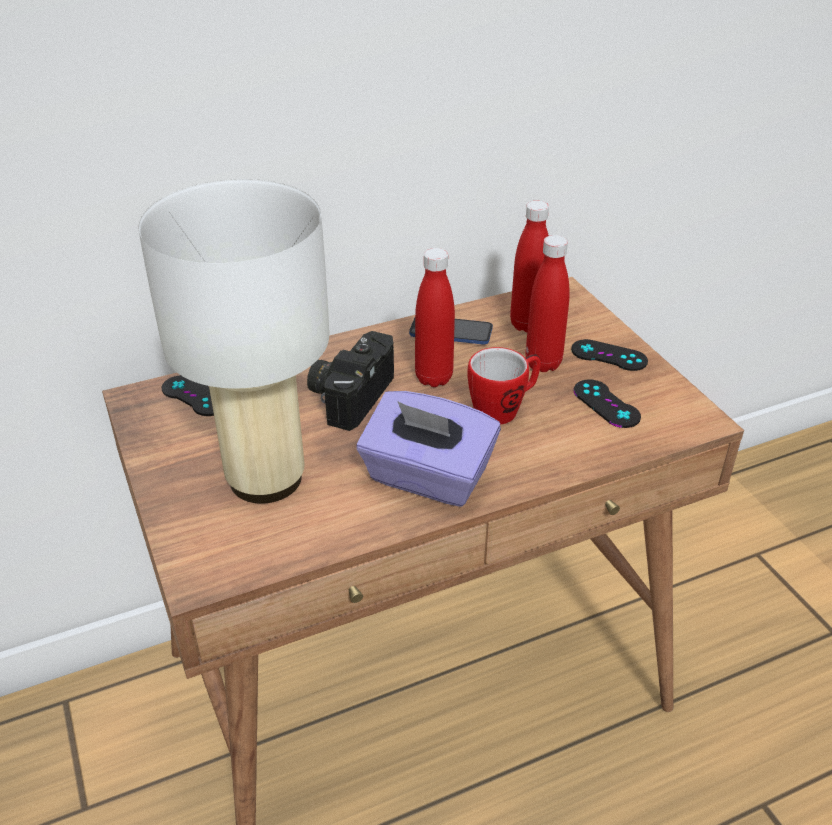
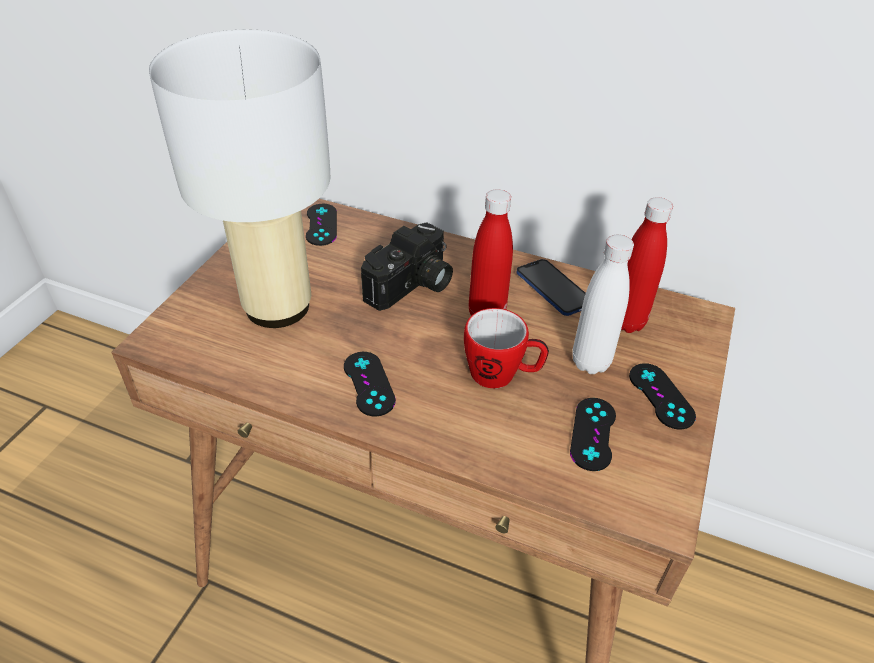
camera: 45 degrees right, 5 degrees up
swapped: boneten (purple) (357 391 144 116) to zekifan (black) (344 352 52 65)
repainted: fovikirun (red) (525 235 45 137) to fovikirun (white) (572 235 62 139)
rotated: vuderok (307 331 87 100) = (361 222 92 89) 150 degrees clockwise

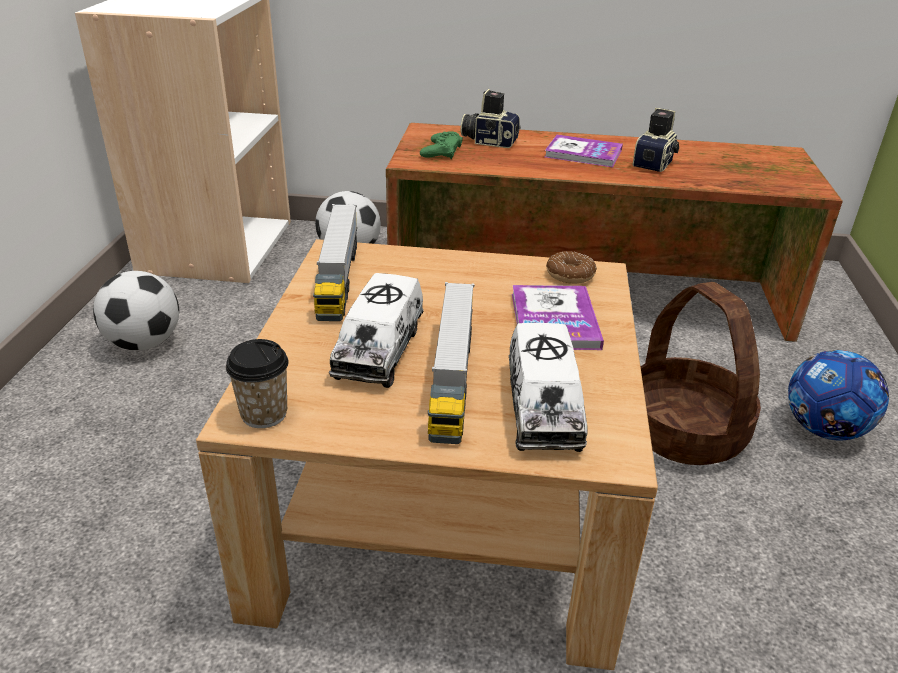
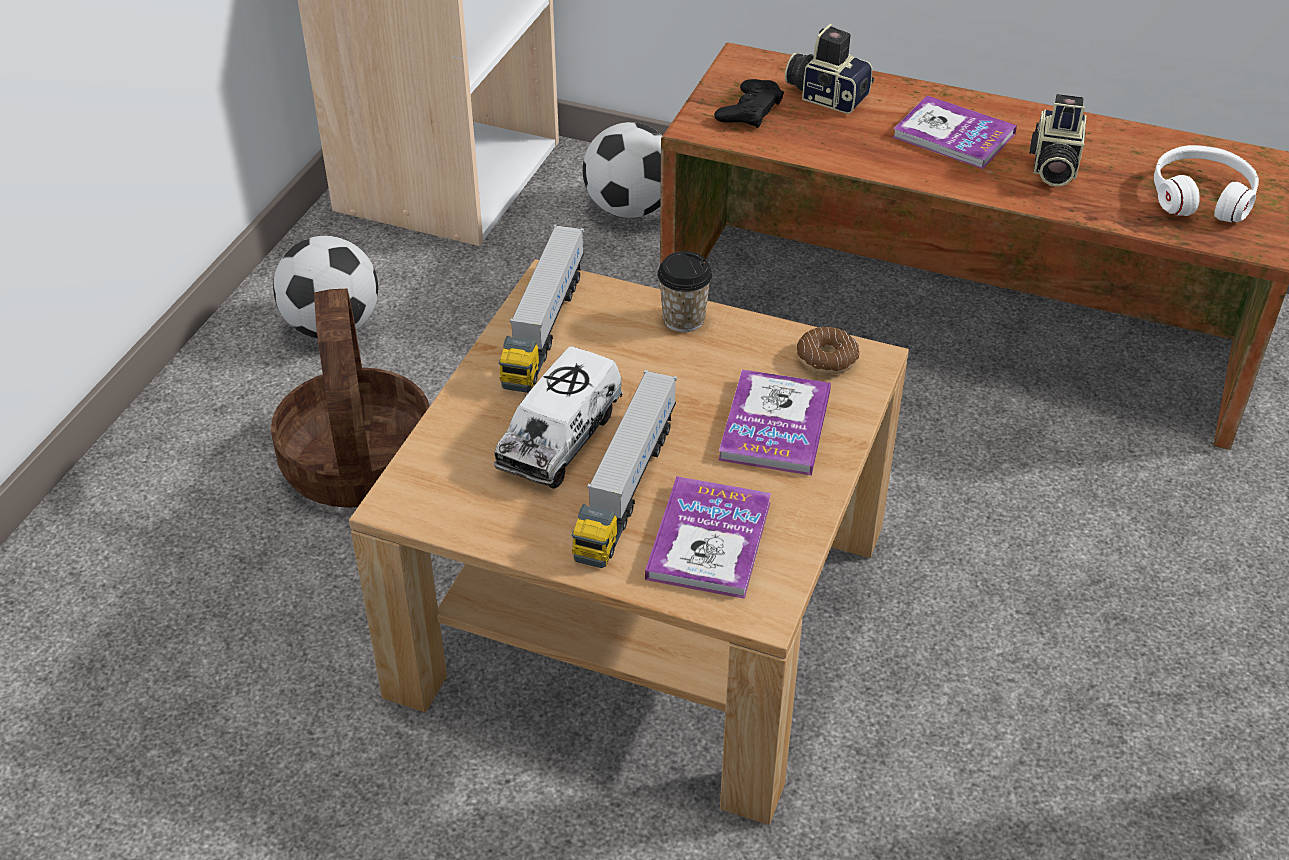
camera: 15 degrees right, 10 degrees up
gone: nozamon (788 350 101 90)
new: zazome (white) (1154 145 105 77)
shifted: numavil (640 282 121 183) to (271 289 159 219); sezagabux (226 339 63 89) to (657 251 56 81)
swapped: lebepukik (509 323 79 129) to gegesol (645 476 126 123)
repainted: zekifan (green) (420 131 43 28) to zekifan (black) (714 79 70 49)
rotated: vuderok (632 108 47 64) = (1029 94 58 93) 150 degrees clockwise

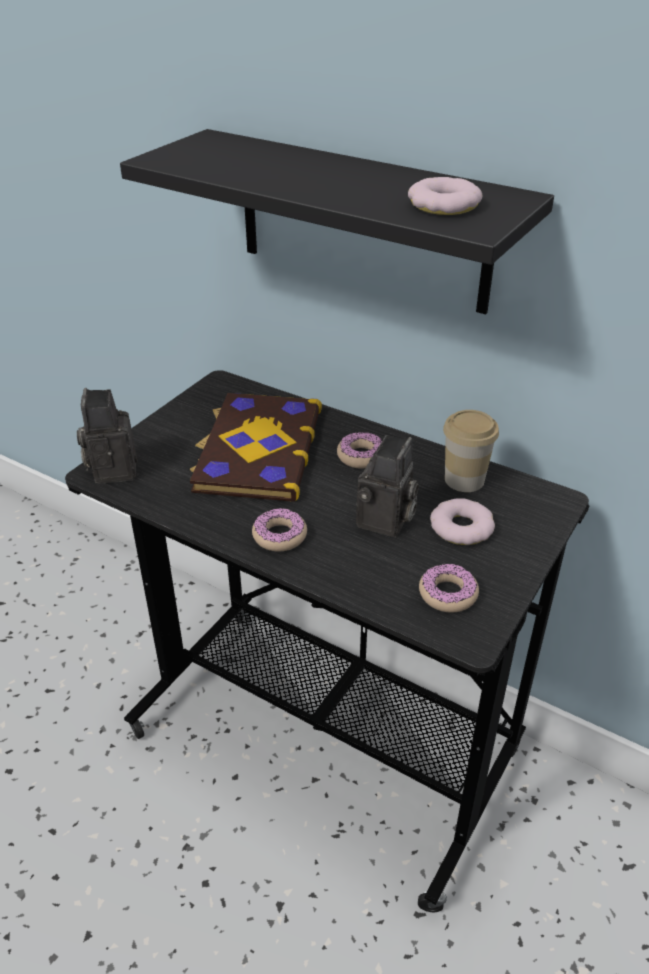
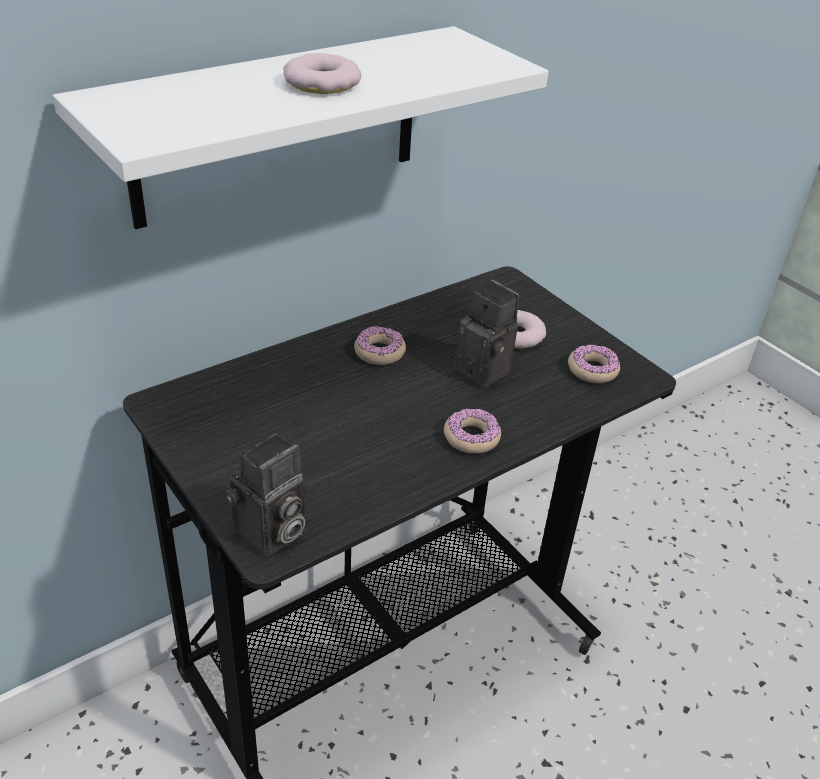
camera: 70 degrees left, 0 degrees up
gone: gegesol (190 393 132 109); sezagabux (443 410 56 82)
shifted: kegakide (408 177 74 38) to (283 53 78 41)
repainted: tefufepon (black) (120 129 434 185) to tefufepon (white) (53 26 496 203)
rotated: vuderok (77 388 60 96) = (225 434 81 122) 60 degrees counterclockwise

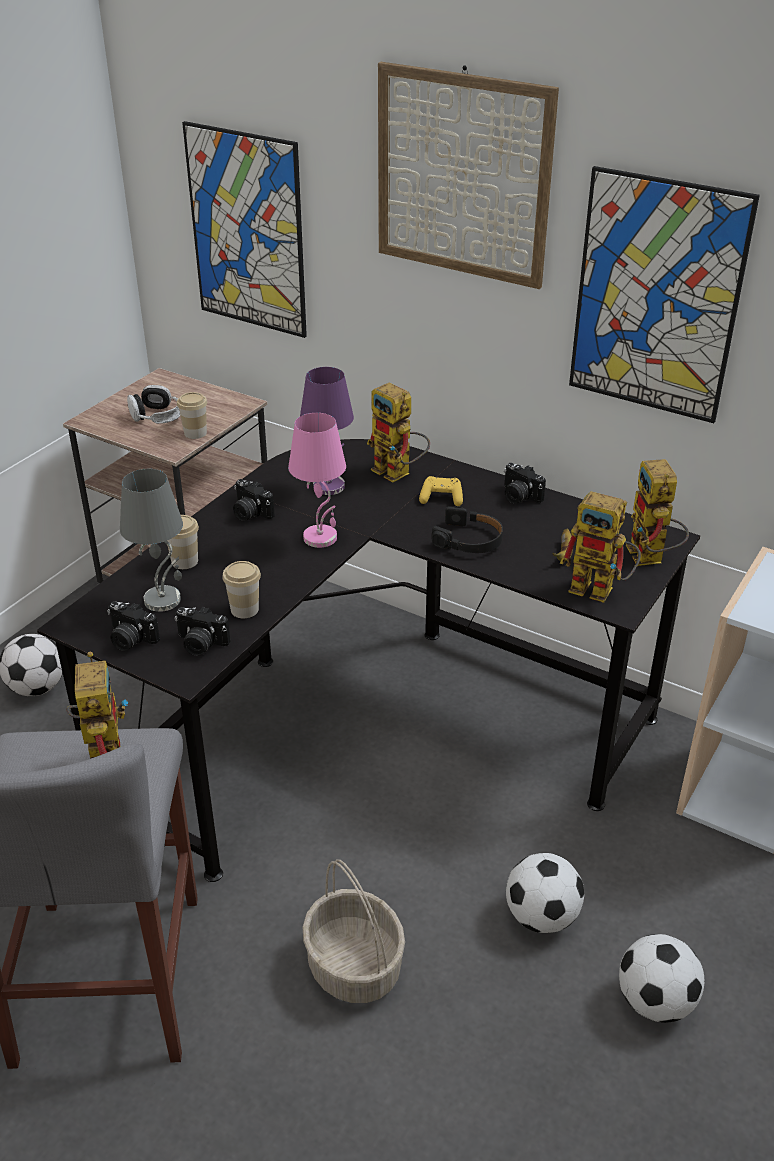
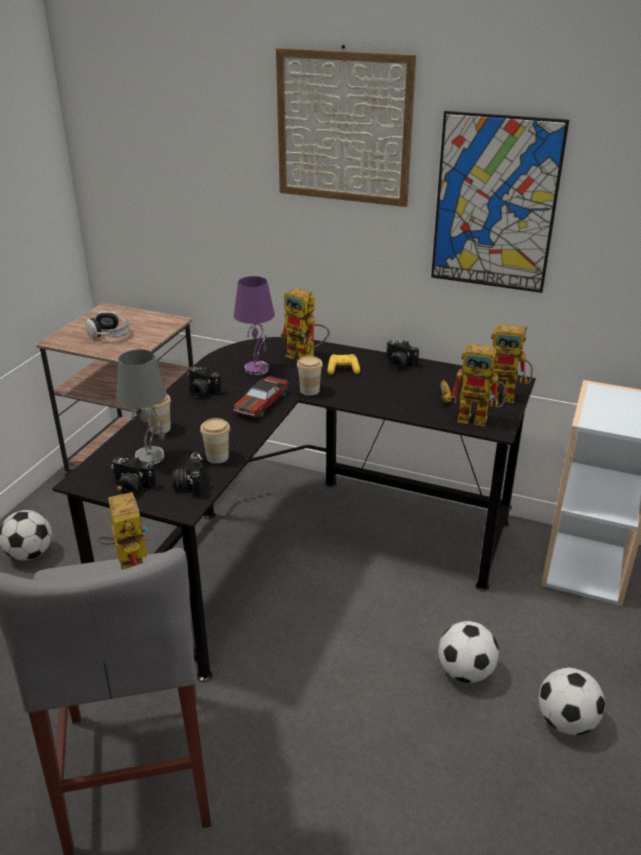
camera: 10 degrees left, 5 degrees down
gone: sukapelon (182 121 125 217); zazome (black) (432 506 71 47); numavil (302 859 103 144)
shifted: sezagabux (177 392 30 47) to (297 356 26 40)
swapped: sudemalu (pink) (288 413 58 135) to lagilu (233 376 56 41)
rotated: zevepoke (626 459 63 107) = (489 324 44 79) 60 degrees counterclockwise; vuderok (174 607 57 49) = (173 452 30 45) 75 degrees clockwise

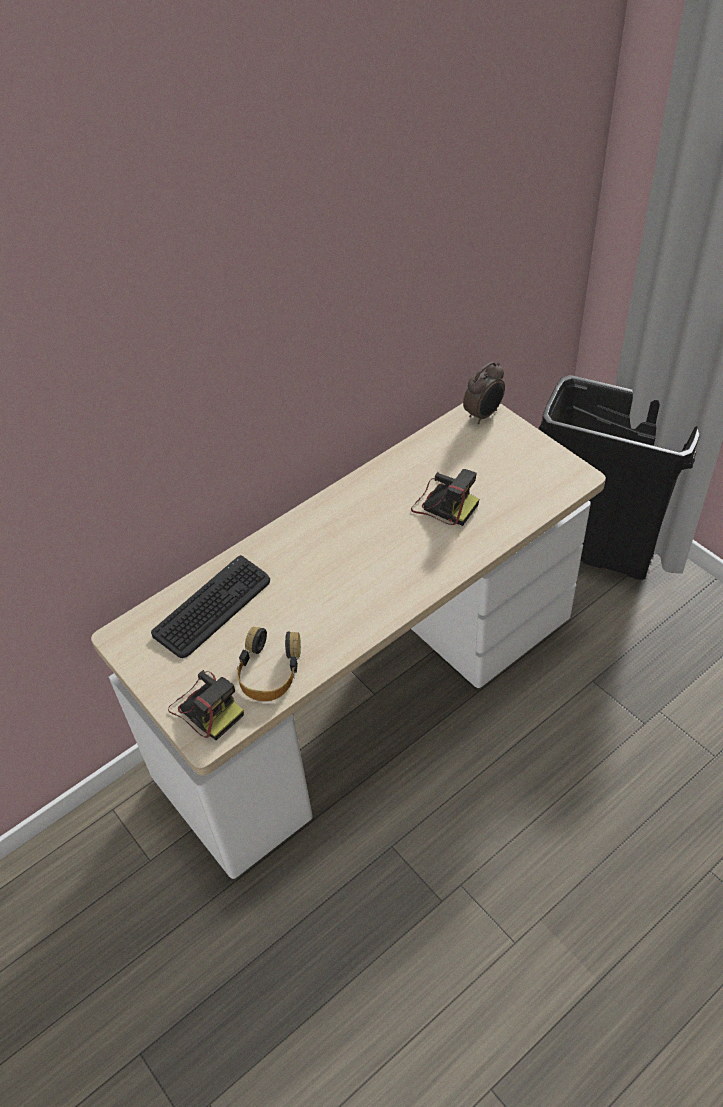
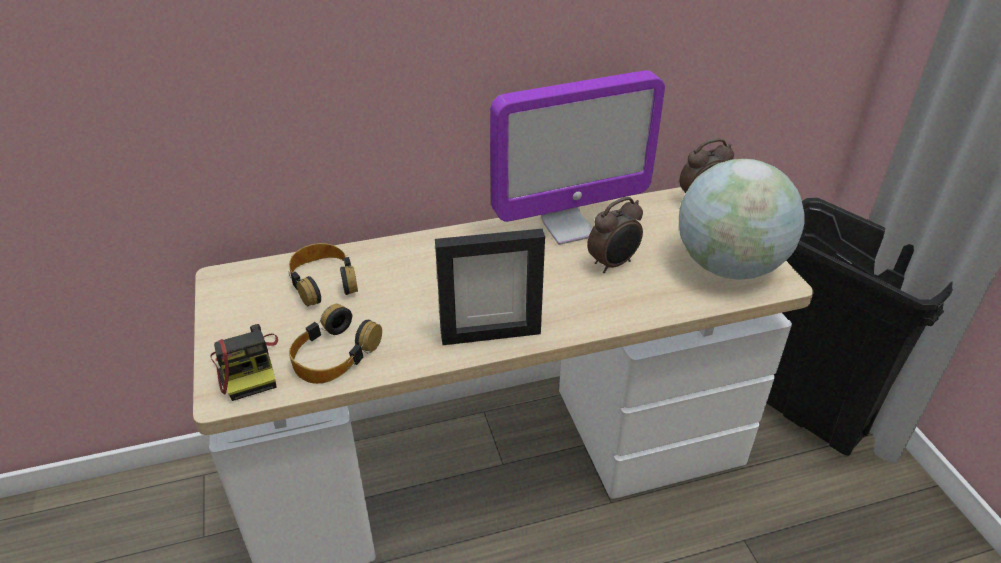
camera: 20 degrees right, 10 degrees down
new: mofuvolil (490 70 175 175); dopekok (679 159 126 121); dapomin (435 229 110 116)
swapped: vuderok (411 469 68 57) to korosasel (587 197 56 76); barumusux (151 555 119 103) to zazome (288 243 70 63)

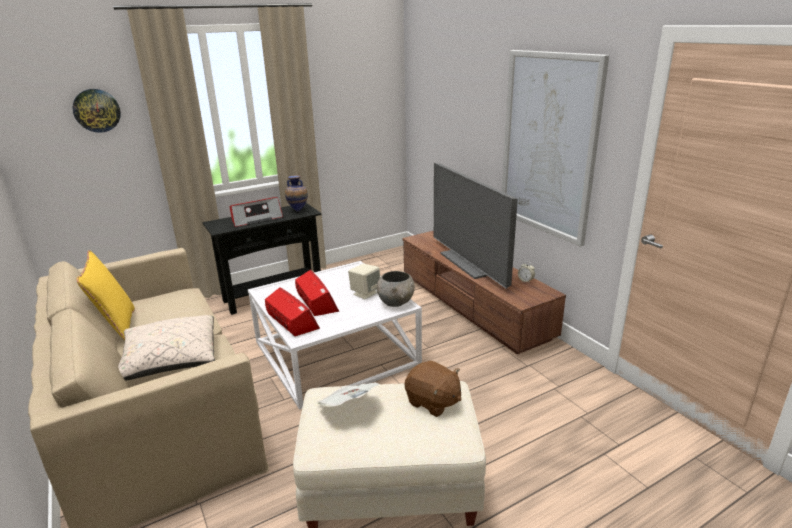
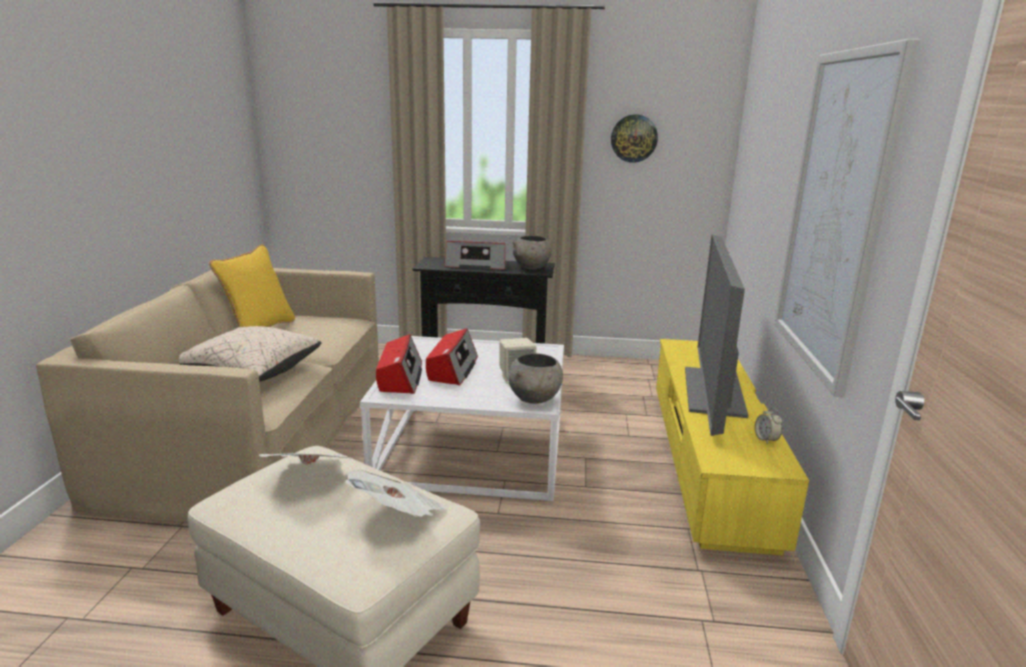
camera: 35 degrees right, 5 degrees down
shifted: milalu (72 89 49 44) to (611 114 47 49)
swapped: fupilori (285 175 23 37) to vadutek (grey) (512 236 40 33); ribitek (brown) (405 361 56 56) to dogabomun (344 470 104 48)
repainted: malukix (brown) (402 231 164 123) to malukix (yellow) (656 339 153 217)

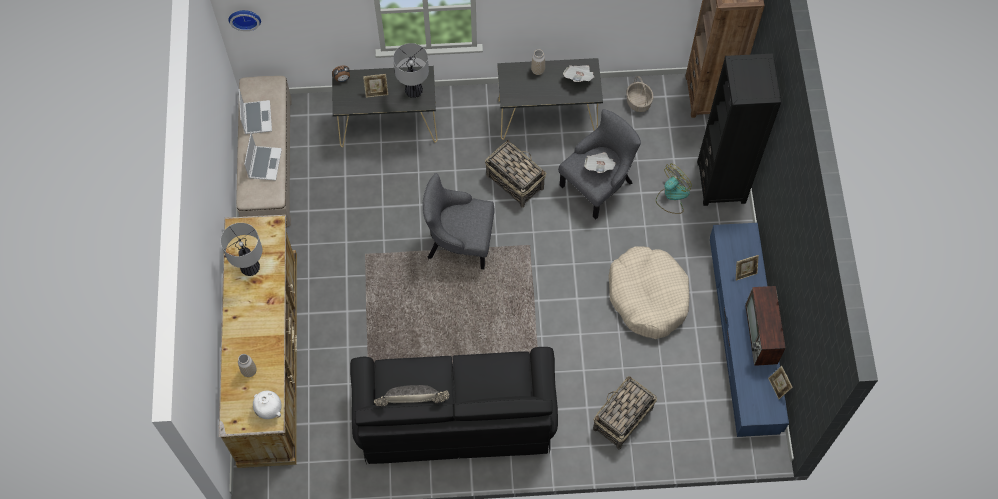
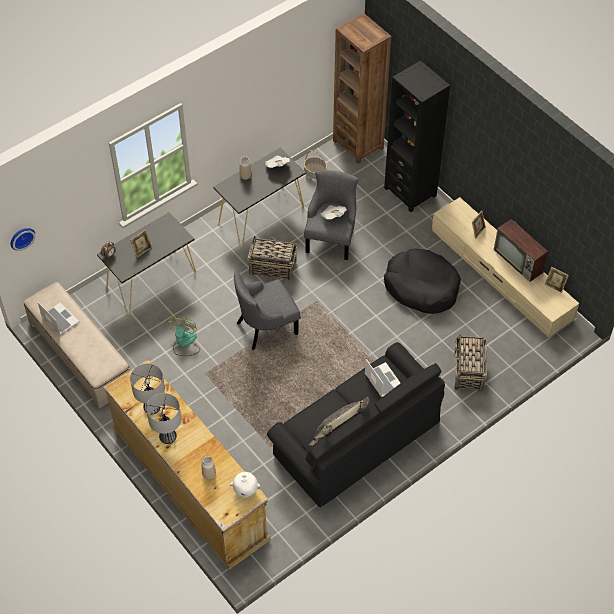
camera: 35 degrees left, 10 degrees down
shifted: sudemalu (393 43 36 55) to (146 393 35 51); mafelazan (244 133 38 48) to (365 359 35 38); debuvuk (656 164 36 50) to (167 316 33 40)
repainted: malukix (blue) (710 223 79 214) to malukix (beige) (432 197 147 141); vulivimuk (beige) (609 246 80 93) to vulivimuk (black) (384 249 77 65)

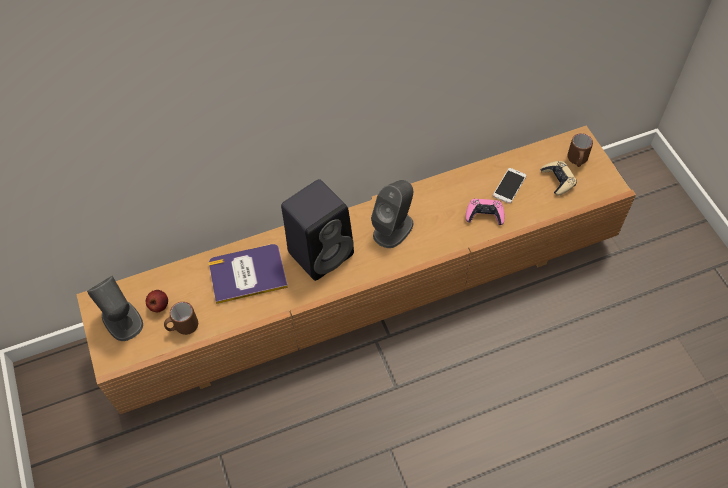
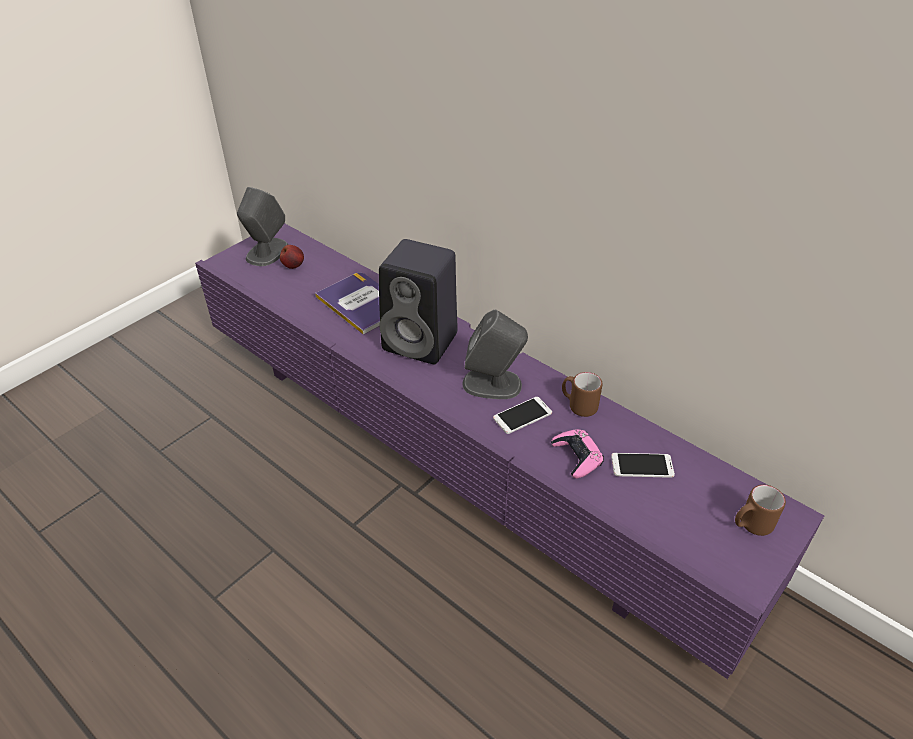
camera: 60 degrees right, 15 degrees down
gone: zekifan (beige) (541 161 36 35)
new: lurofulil (493 397 59 37)
shifted: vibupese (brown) (164 302 34 33) to (562 372 40 45)
repainted: malukix (brown) (76 126 560 288) to malukix (purple) (195 223 629 456)

